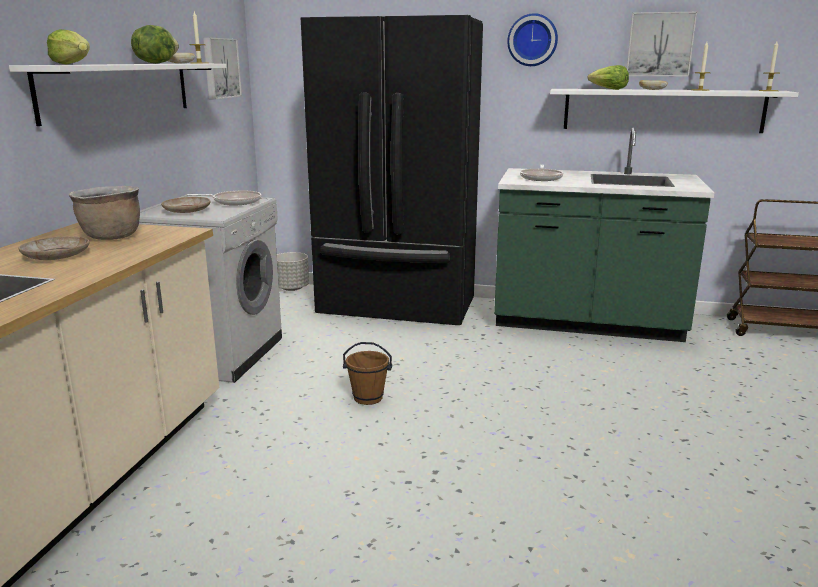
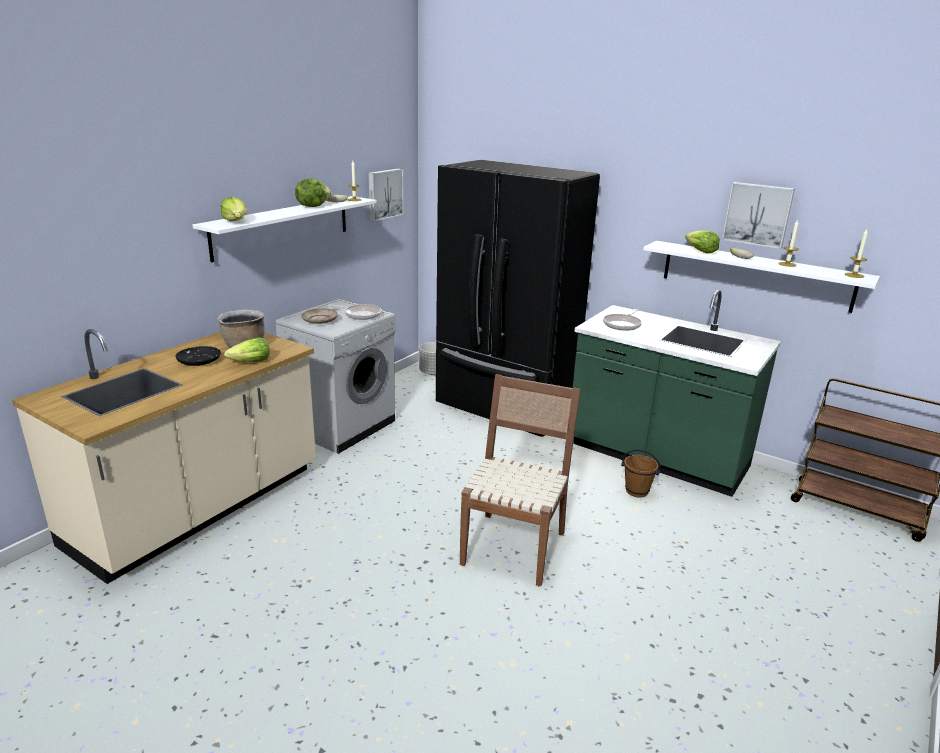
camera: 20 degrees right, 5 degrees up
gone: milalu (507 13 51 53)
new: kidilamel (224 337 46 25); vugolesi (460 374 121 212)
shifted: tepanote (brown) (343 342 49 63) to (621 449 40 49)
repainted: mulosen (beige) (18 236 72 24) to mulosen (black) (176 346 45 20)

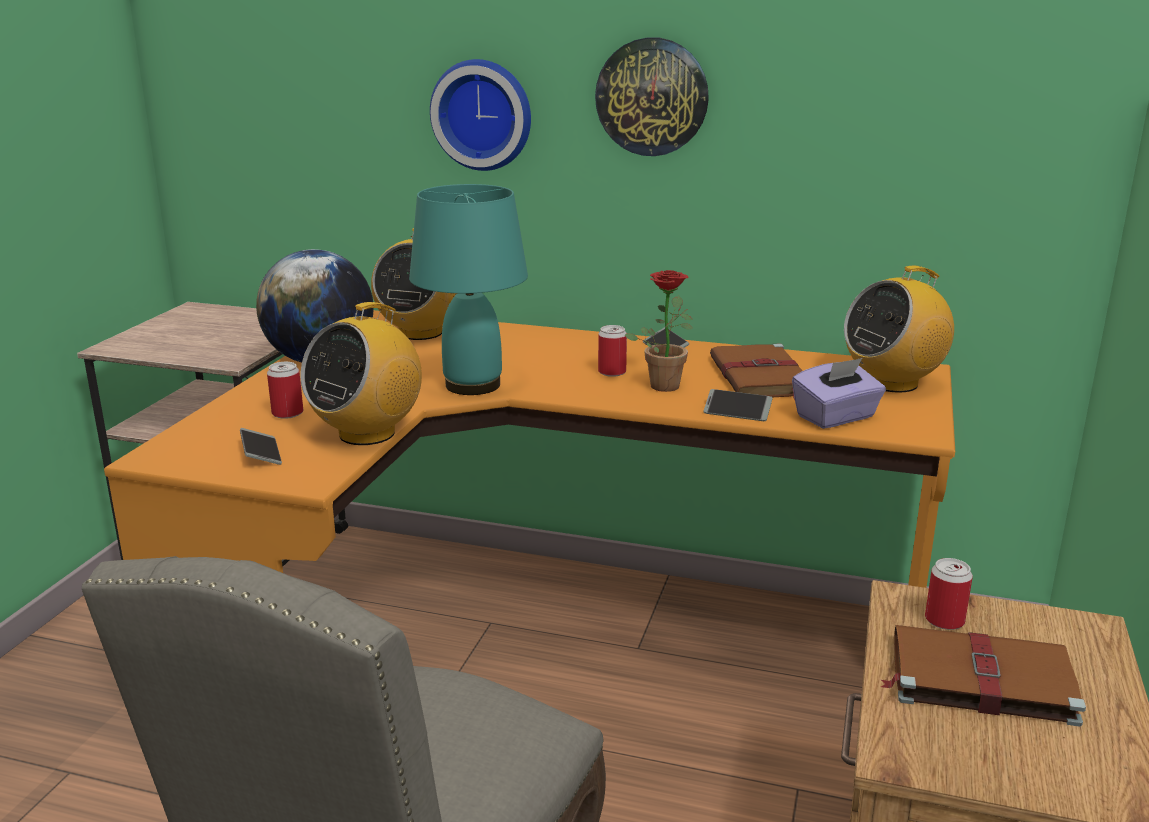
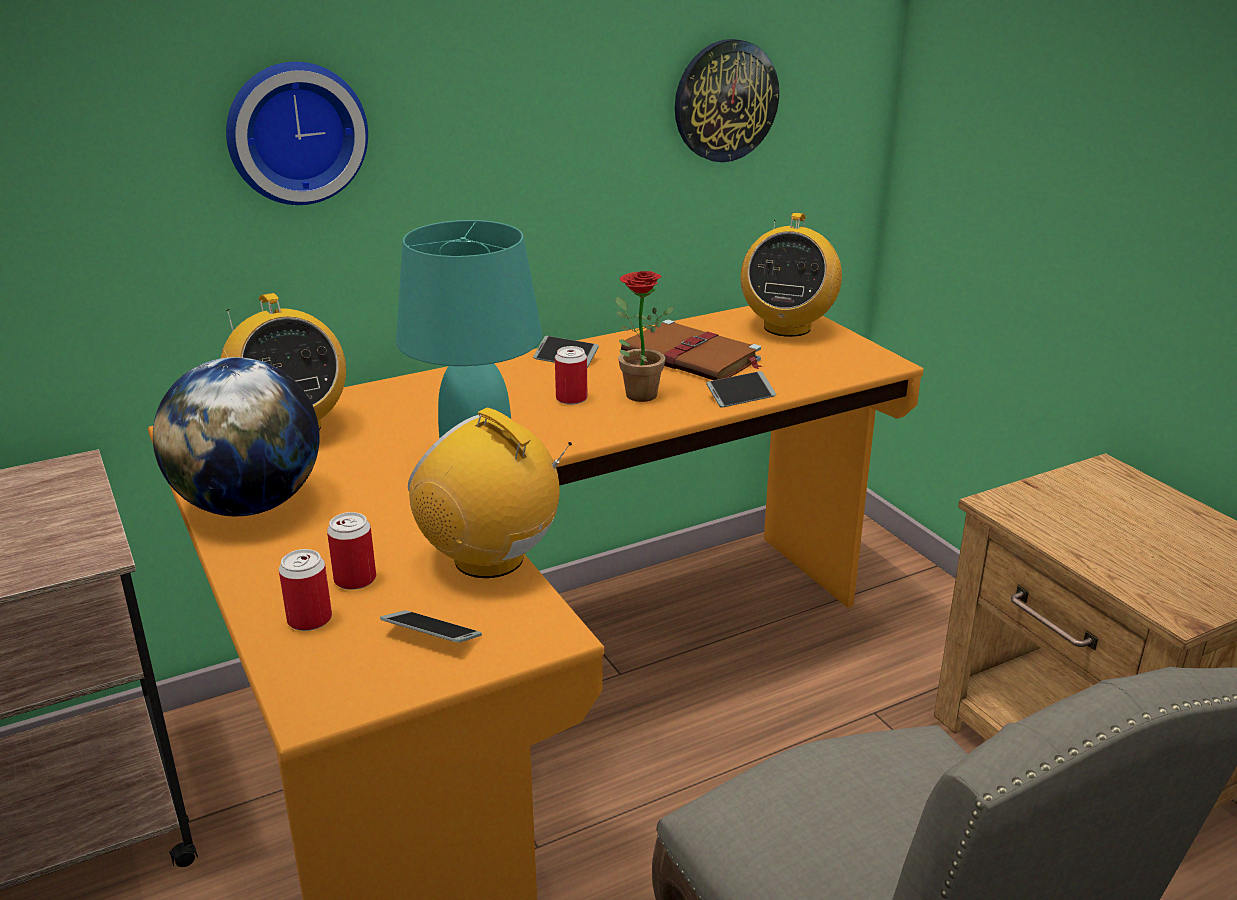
camera: 45 degrees left, 5 degrees up
gone: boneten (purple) (792 358 94 71); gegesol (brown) (881 625 205 102)
shifted: milalu (595 37 114 119) to (675 39 104 123); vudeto (925 558 48 72) to (279 549 53 82)
rotated: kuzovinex (301 302 121 143) = (408 408 164 170) 135 degrees clockwise

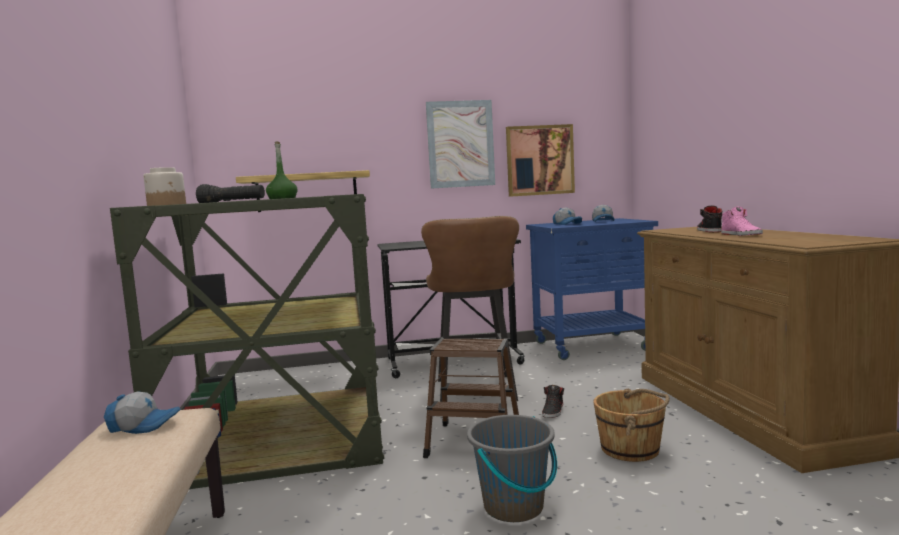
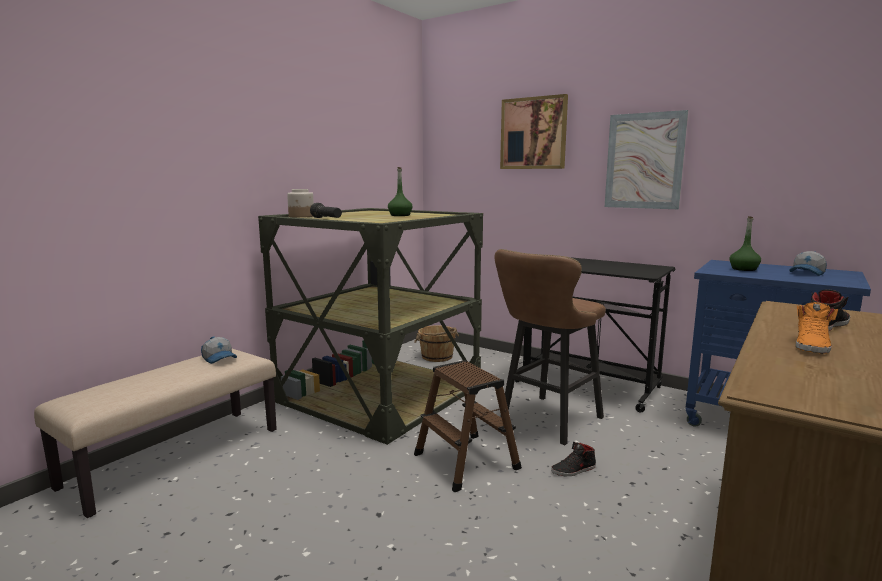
camera: 45 degrees right, 5 degrees up
gone: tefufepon (236 170 134 42); tepanote (grey) (467 415 90 107)
shifted: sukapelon (506 124 69 73) to (500 94 68 75); tepanote (brown) (593 389 77 73) to (414 325 45 37)
swapped: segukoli (553 207 29 18) to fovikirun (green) (729 216 32 55)
repainted: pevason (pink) (721 207 42 29) to pevason (orange) (796 302 42 52)

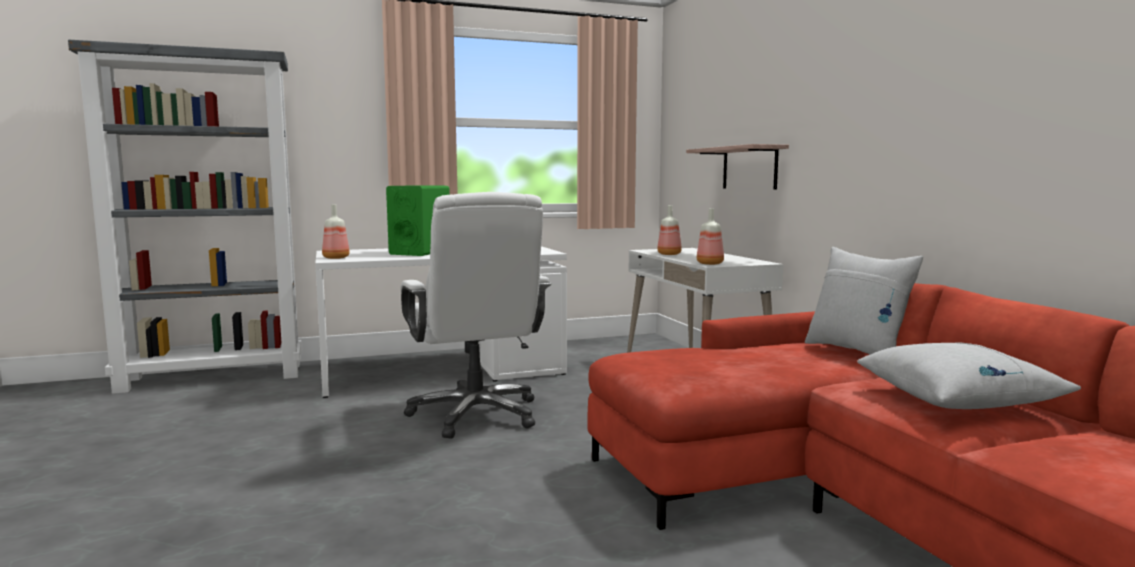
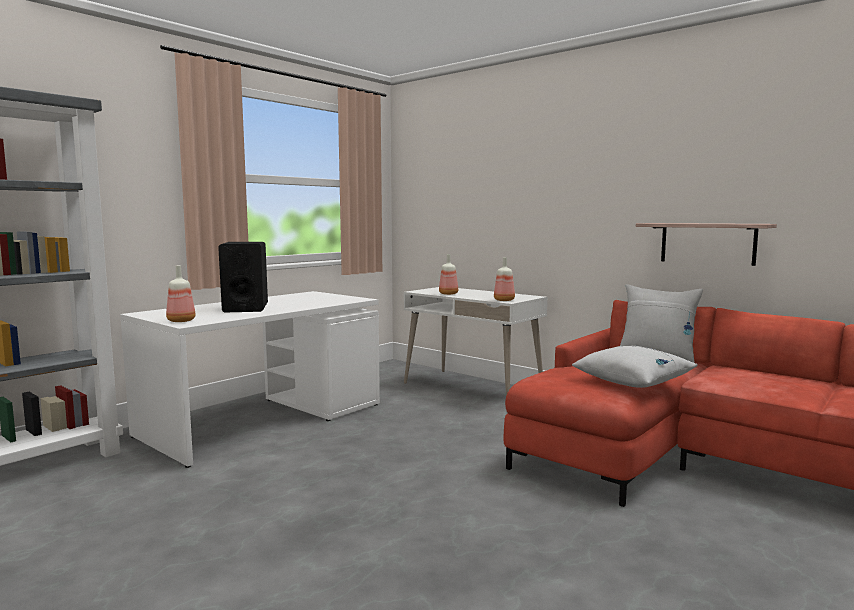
camera: 30 degrees left, 0 degrees up
gone: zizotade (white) (400 192 151 247)
shifted: tefufepon (686 144 103 45) to (636 223 141 43); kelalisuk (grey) (857 342 224 67) to (572 345 126 43)
repainted: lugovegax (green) (386 185 64 71) to lugovegax (black) (218 242 50 70)

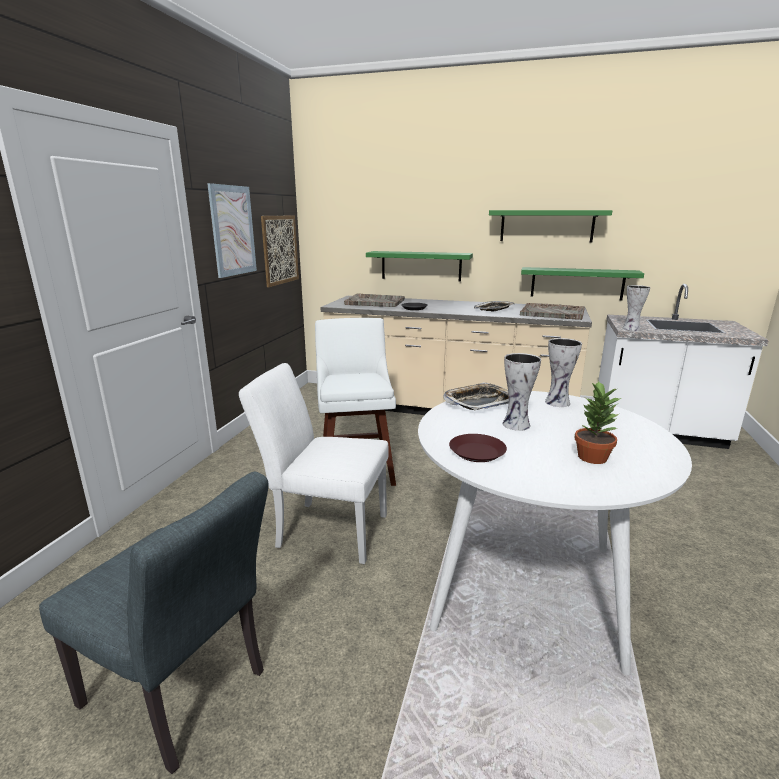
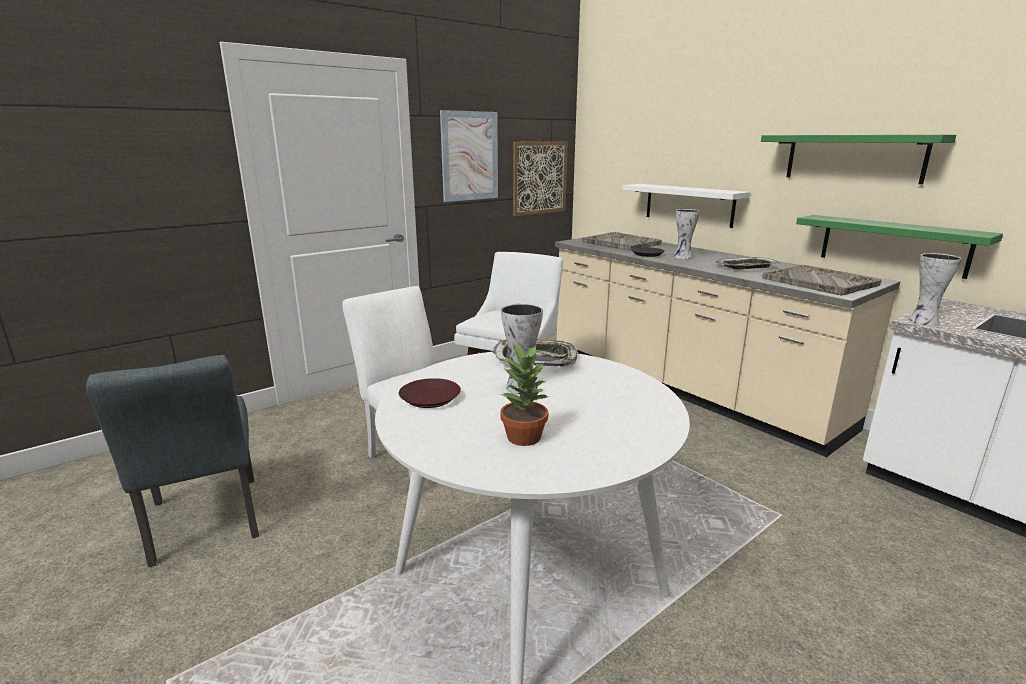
camera: 35 degrees right, 0 degrees up
shifted: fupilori (545 338 37 69) to (674 209 26 50)
repainted: tefufepon (green) (366 251 107 30) to tefufepon (white) (622 184 128 44)

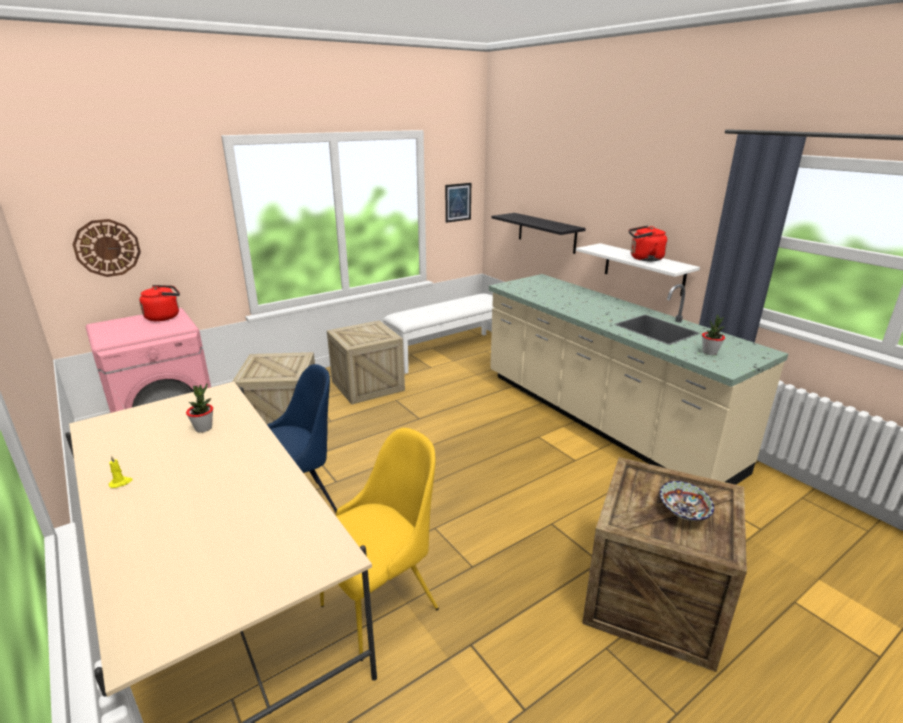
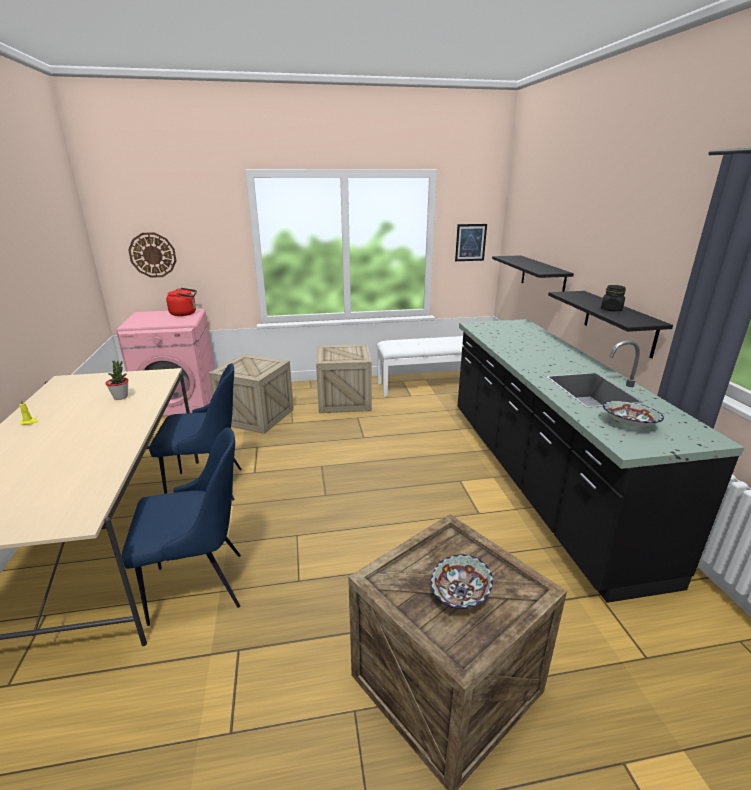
camera: 25 degrees right, 0 degrees up
swapped: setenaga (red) (629 226 38 35) to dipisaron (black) (601 285 25 26); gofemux (702 315 23 40) to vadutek (603 401 61 26)
repainted: tefufepon (white) (576 243 124 53) to tefufepon (black) (548 291 125 67); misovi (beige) (489 274 299 211) to misovi (black) (457 319 288 284); vugolesi (yellow) (320 428 119 233) to vugolesi (blue) (121 427 120 199)

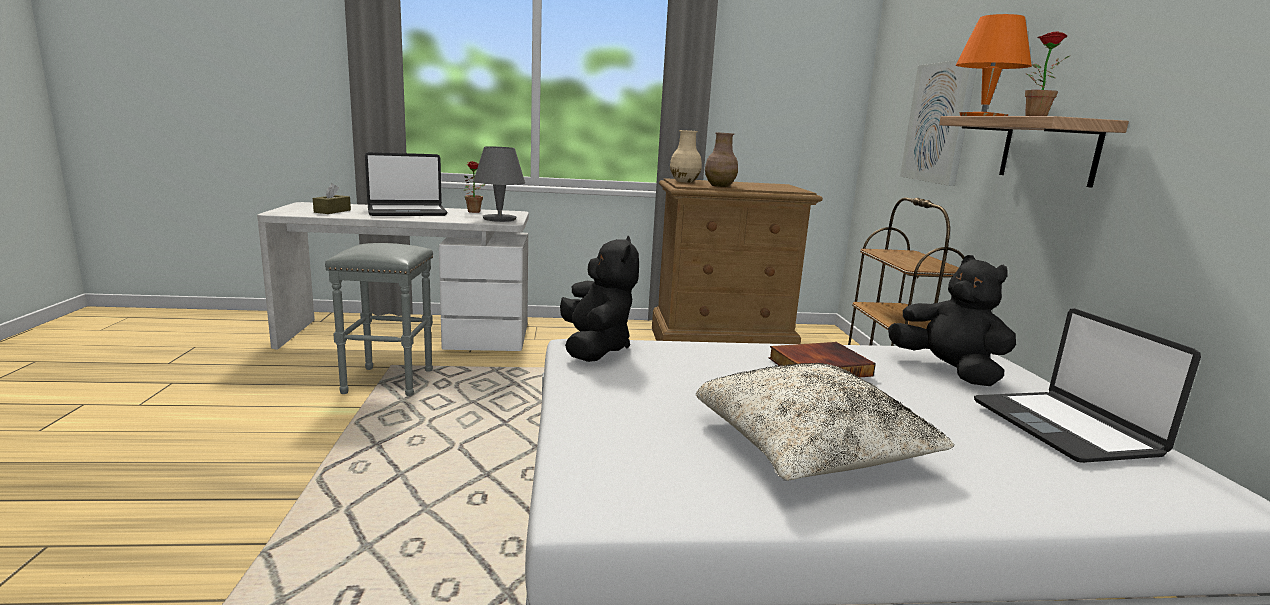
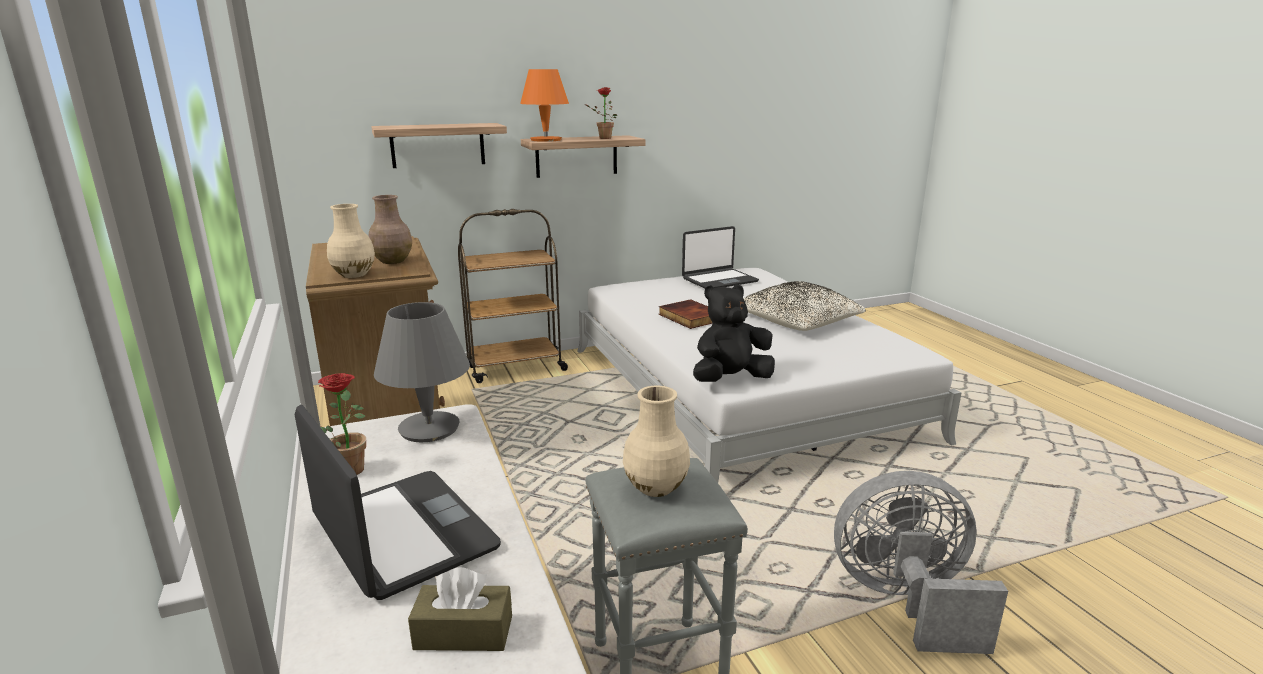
camera: 105 degrees left, 5 degrees up
gone: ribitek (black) (888 255 128 131)
new: fupilori (beige) (623 386 67 111); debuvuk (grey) (834 471 174 183)
swapped: sukapelon (900 60 77 126) to tefufepon (371 123 136 45)

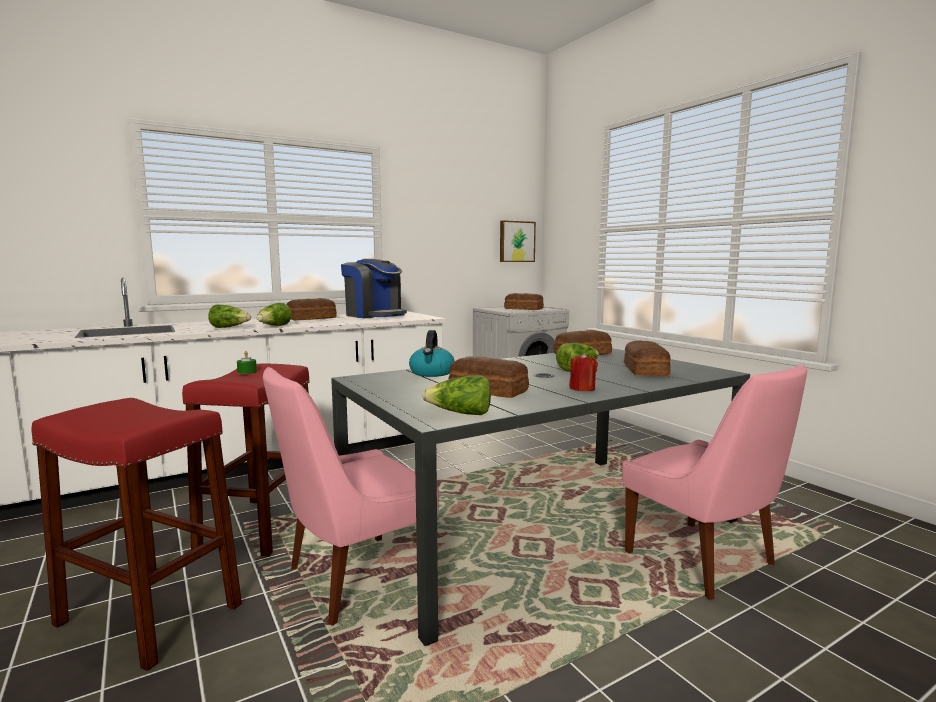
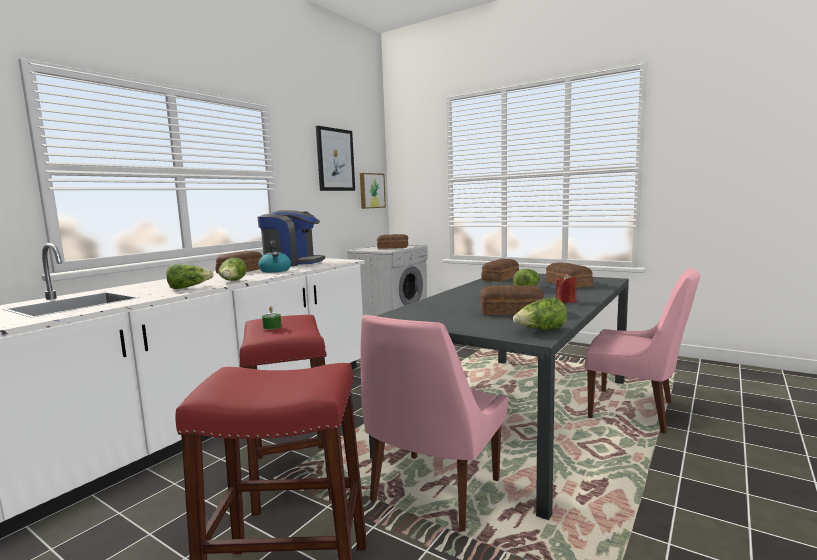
camera: 25 degrees left, 0 degrees up
new: sukapelon (316 126 39 65)
shifted: setenaga (409 330 46 47) to (258 241 33 32)

